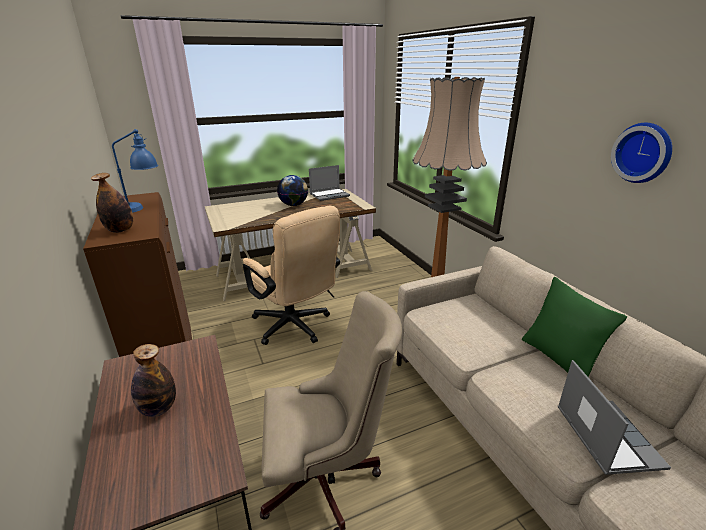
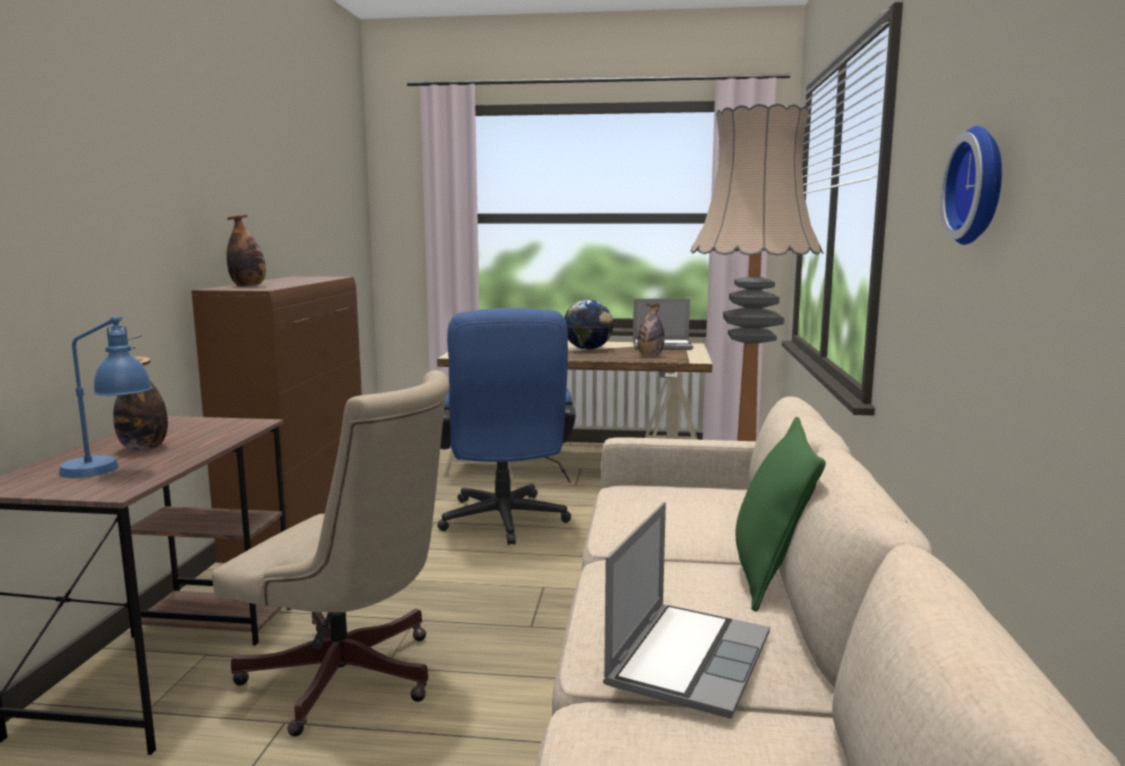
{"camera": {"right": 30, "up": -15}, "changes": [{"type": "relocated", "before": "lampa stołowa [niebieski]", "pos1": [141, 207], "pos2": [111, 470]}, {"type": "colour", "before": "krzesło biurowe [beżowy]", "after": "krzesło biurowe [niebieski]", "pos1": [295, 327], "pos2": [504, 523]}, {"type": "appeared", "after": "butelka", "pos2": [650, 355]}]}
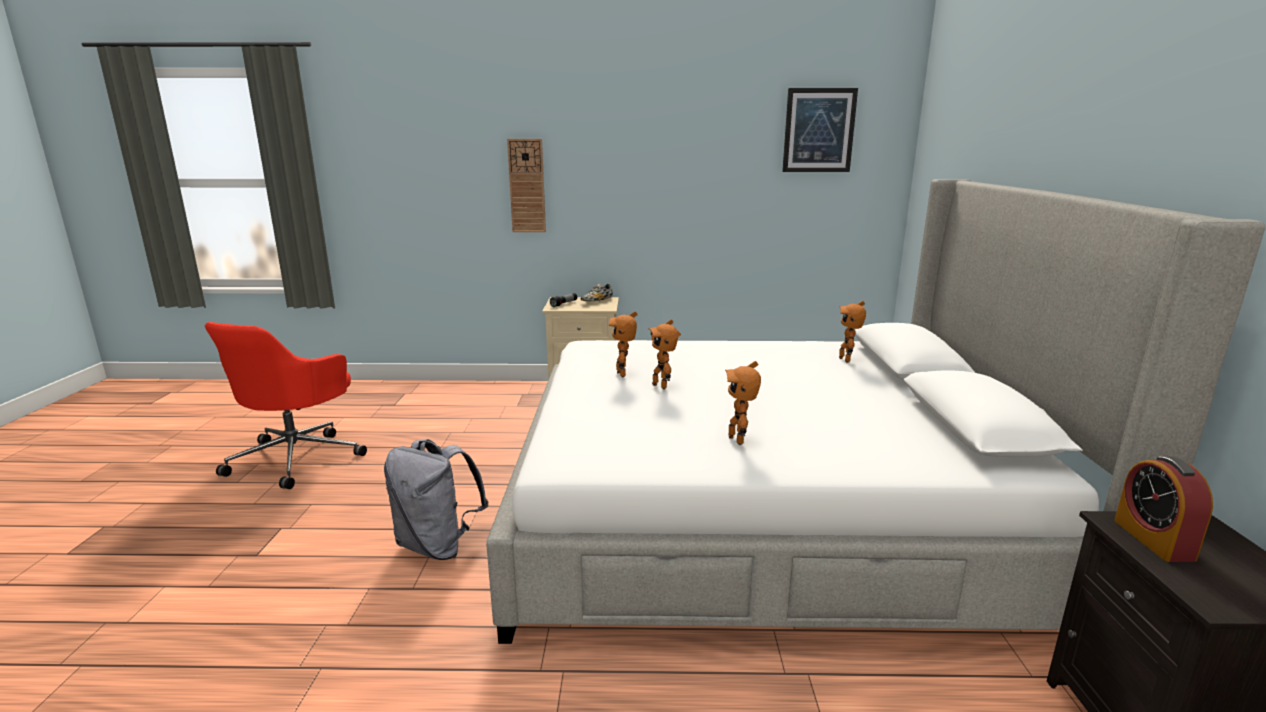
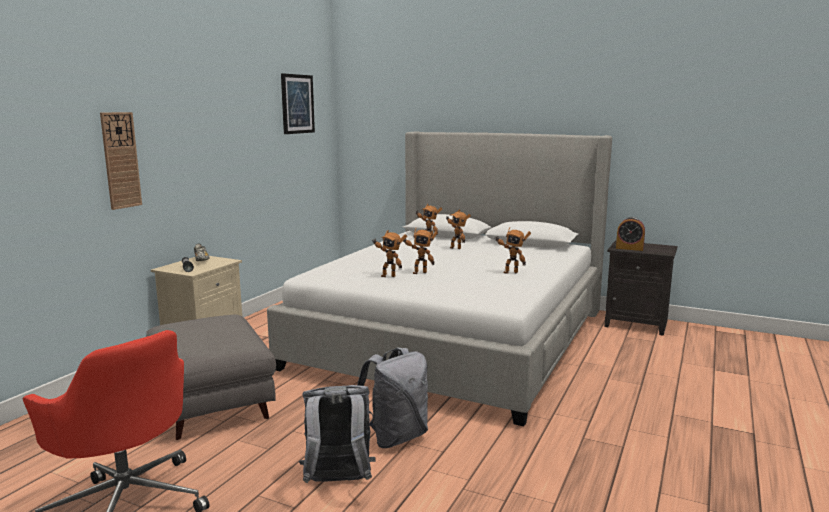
{"camera": {"right": -65, "up": -5}, "changes": [{"type": "appeared", "after": "pufa [szary]", "pos2": [211, 403]}, {"type": "appeared", "after": "plecak [szary]", "pos2": [338, 483]}, {"type": "appeared", "after": "robot zabawkowy", "pos2": [456, 248]}]}
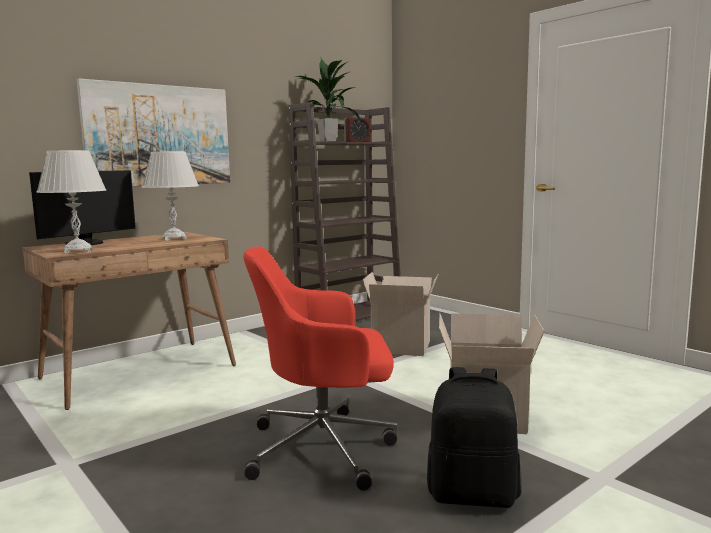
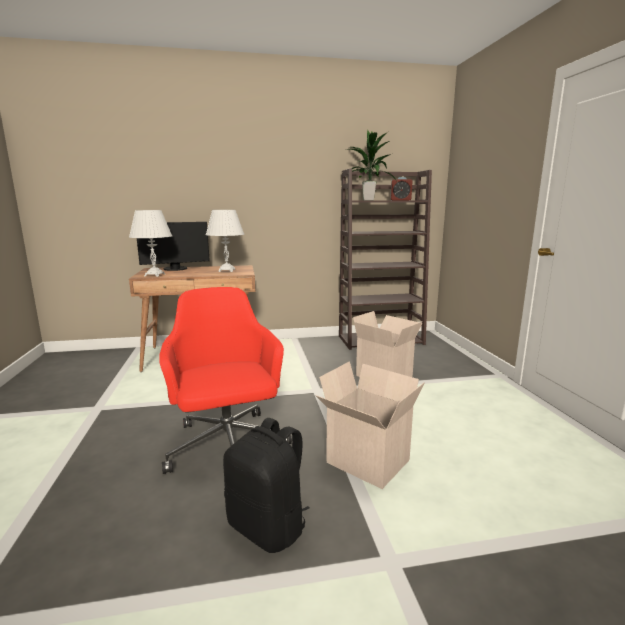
{"camera": {"right": 30, "up": 5}, "changes": [{"type": "spun", "before": "krzesło biurowe [czerwony]", "pos1": [325, 448], "pos2": [227, 446], "turn": 45}, {"type": "missing", "before": "obraz", "pos1": [159, 135]}]}
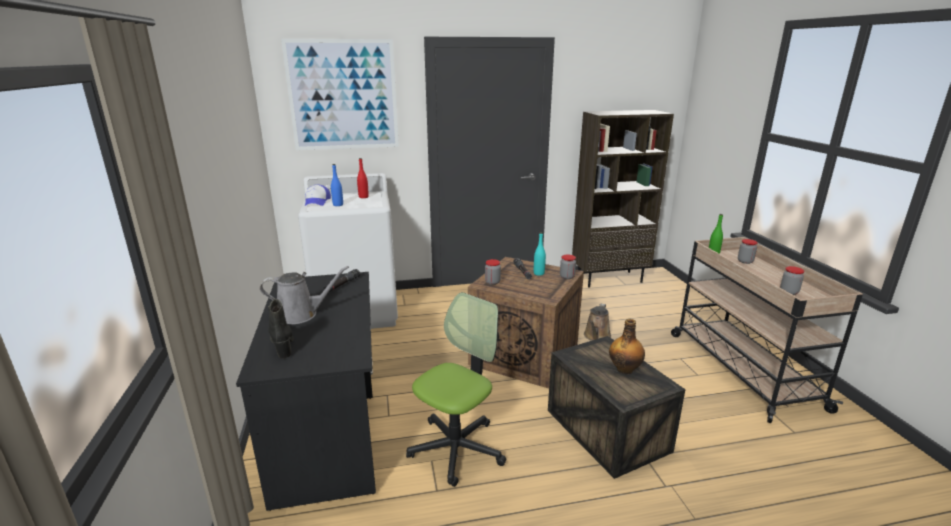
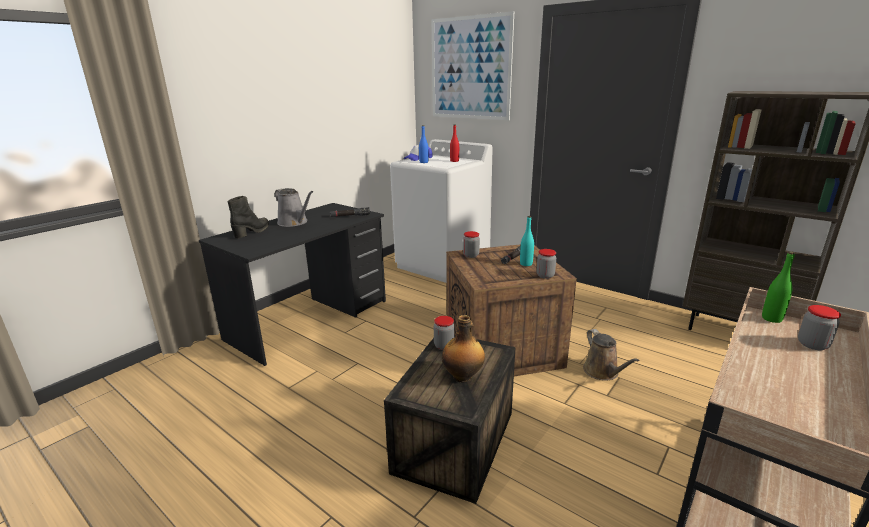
{"camera": {"right": 50, "up": 0}, "changes": [{"type": "relocated", "before": "słoik", "pos1": [789, 292], "pos2": [444, 346]}, {"type": "spun", "before": "konewka [brązowy]", "pos1": [596, 336], "pos2": [603, 372], "turn": -90}, {"type": "missing", "before": "krzesło biurowe", "pos1": [456, 448]}]}
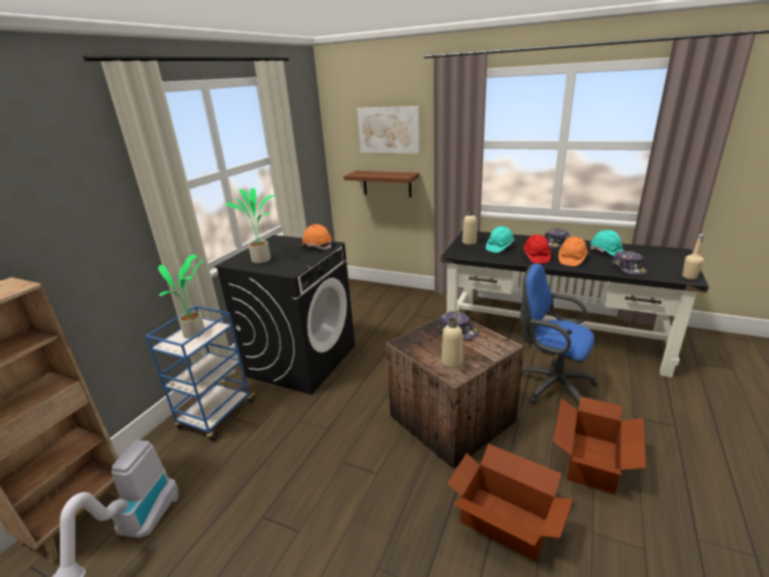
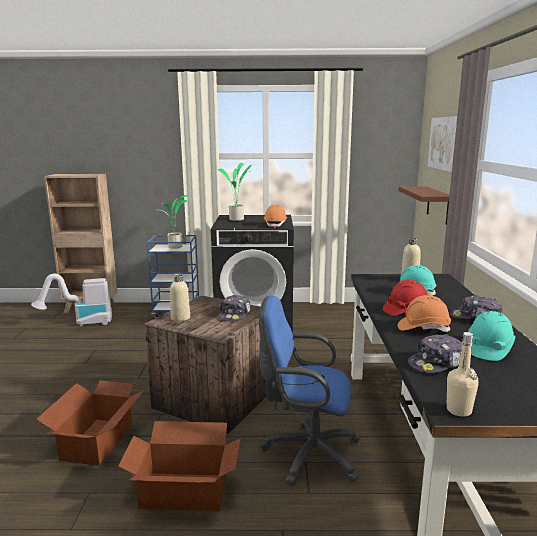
{"camera": {"right": 65, "up": -10}, "changes": [{"type": "spun", "before": "krzesło biurowe [niebieski]", "pos1": [550, 385], "pos2": [307, 454], "turn": -90}]}
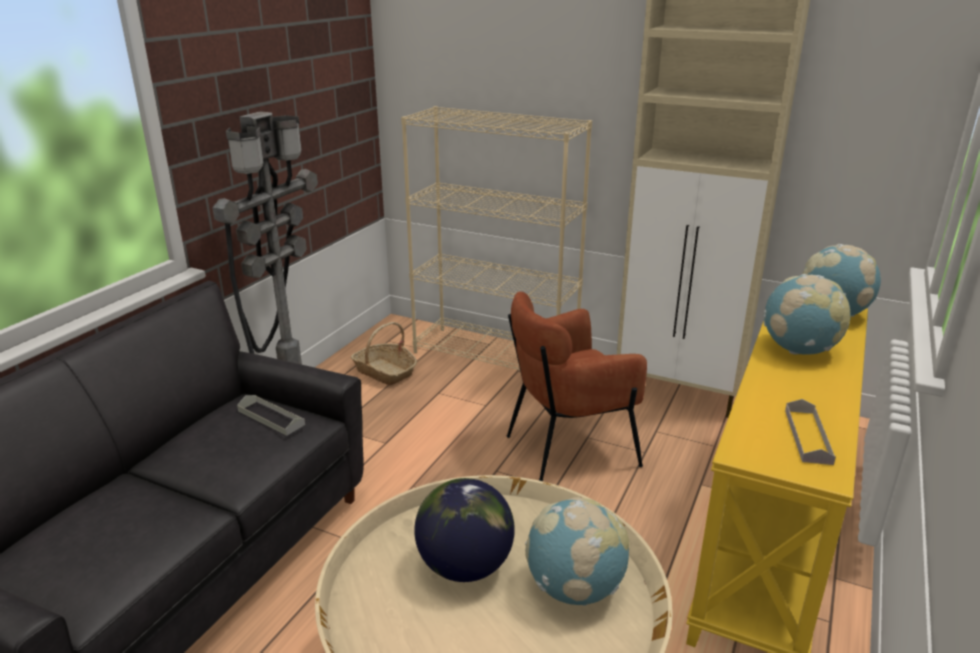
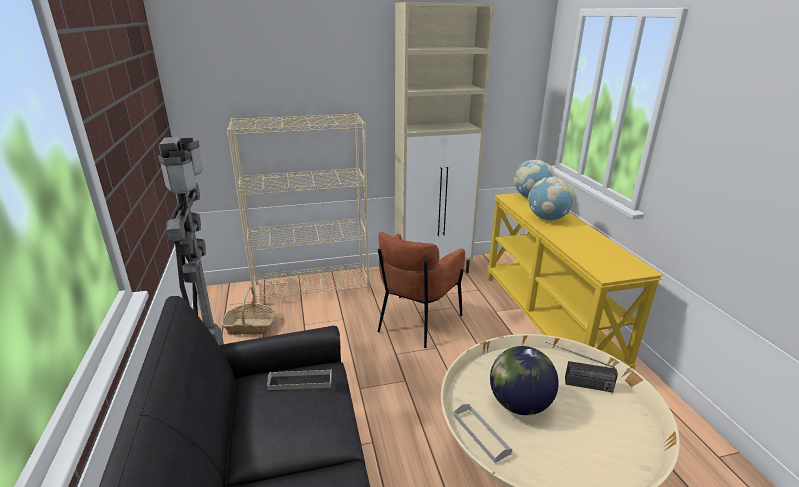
{"camera": {"right": -40, "up": 0}, "changes": [{"type": "relocated", "before": "taca [szary]", "pos1": [808, 436], "pos2": [481, 434]}, {"type": "exchanged", "before": "globus", "after": "radio", "pos1": [575, 589], "pos2": [575, 383]}]}
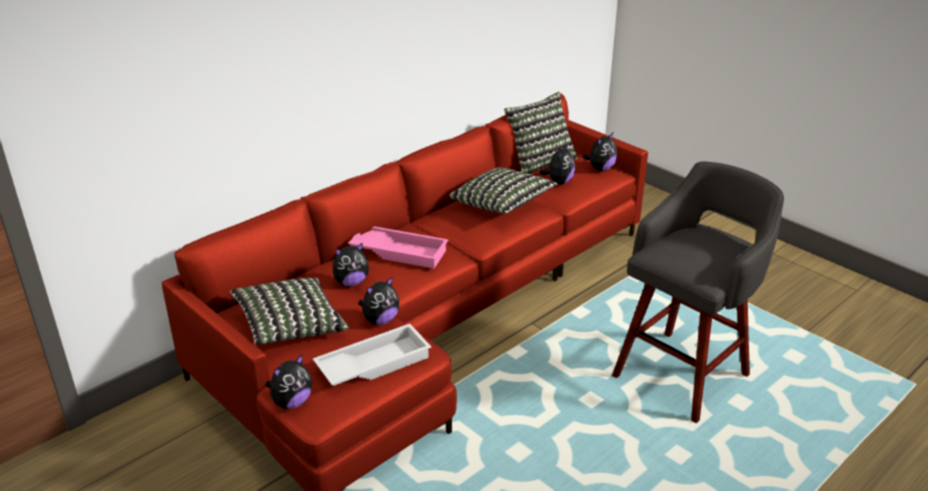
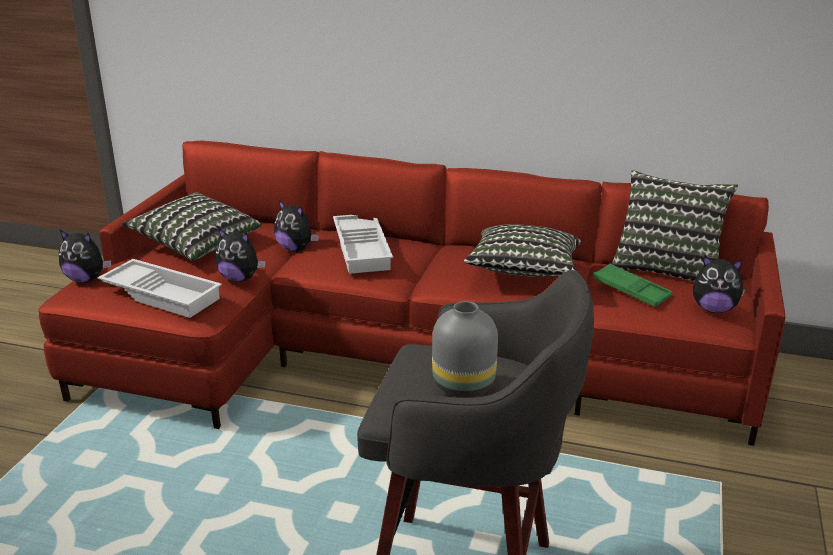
{"camera": {"right": 60, "up": -5}, "changes": [{"type": "colour", "before": "taca [różowy]", "after": "taca [biały]", "pos1": [400, 251], "pos2": [363, 249]}, {"type": "appeared", "after": "wazon [szary]", "pos2": [462, 386]}, {"type": "exchanged", "before": "pluszak", "after": "taca [zielony]", "pos1": [559, 182], "pos2": [631, 290]}]}
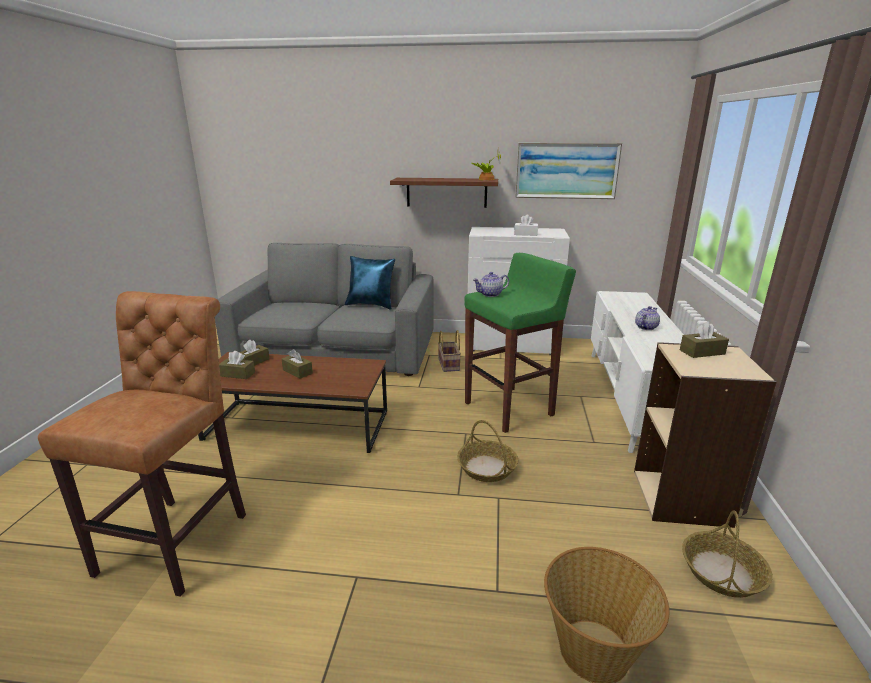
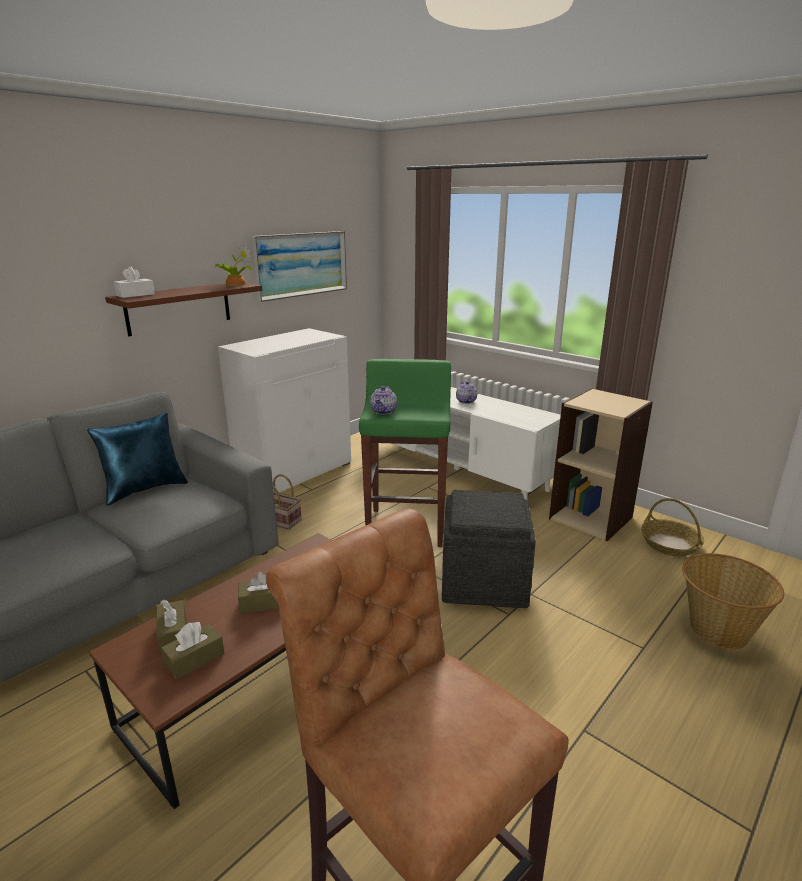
{"camera": {"right": -55, "up": 0}, "changes": [{"type": "relocated", "before": "pudełko chusteczek [biały]", "pos1": [525, 234], "pos2": [135, 295]}, {"type": "exchanged", "before": "koszyk", "after": "pufa [szary]", "pos1": [487, 468], "pos2": [484, 580]}, {"type": "missing", "before": "pudełko chusteczek [brązowy]", "pos1": [702, 352]}]}
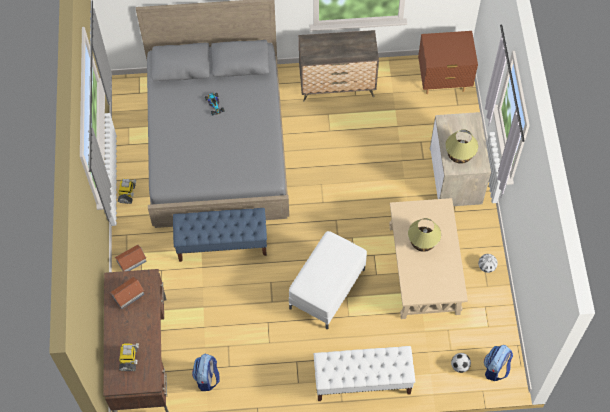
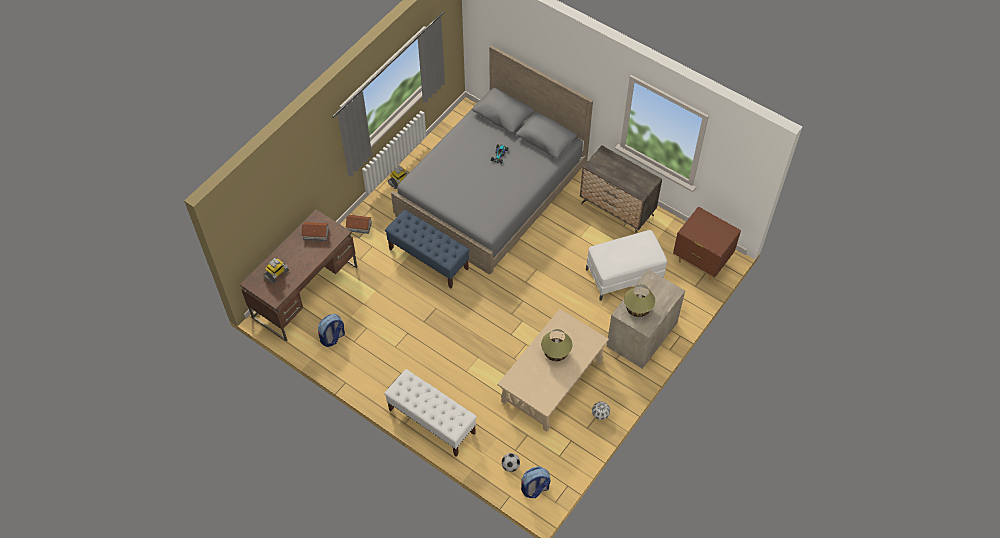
{"camera": {"right": 40, "up": -5}, "changes": [{"type": "relocated", "before": "pufa [biały]", "pos1": [327, 289], "pos2": [623, 276]}]}
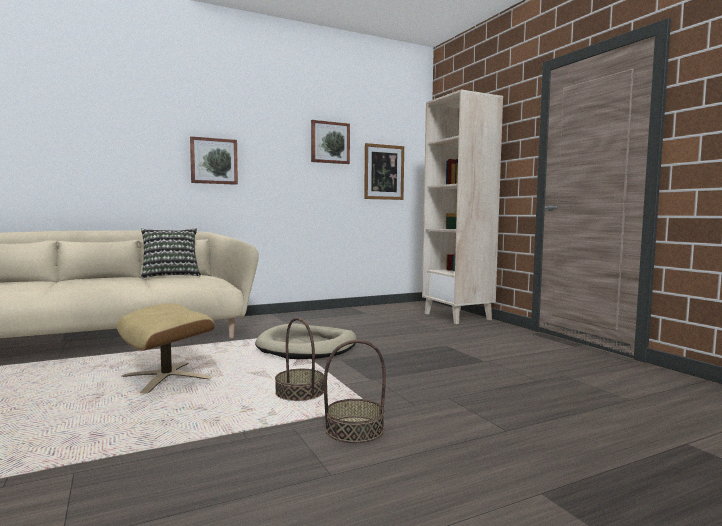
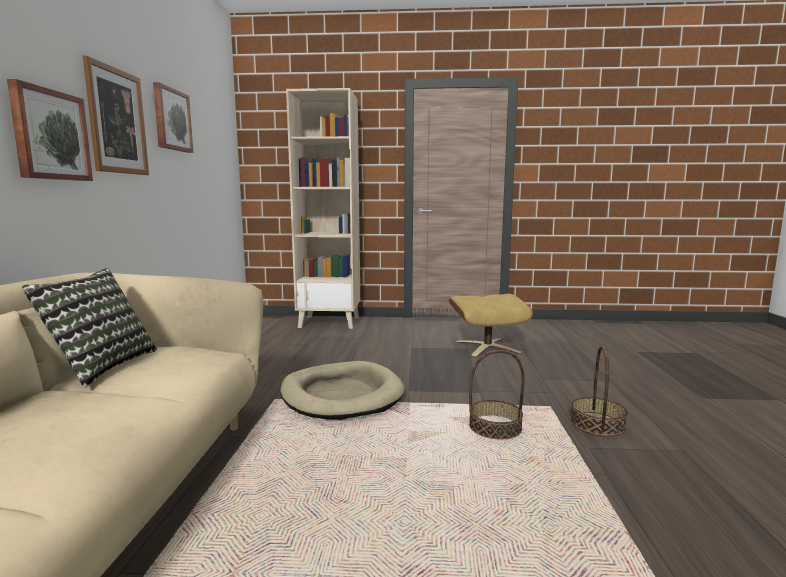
{"camera": {"right": -60, "up": 5}, "changes": [{"type": "relocated", "before": "obraz", "pos1": [384, 172], "pos2": [117, 121]}, {"type": "relocated", "before": "pufa [beżowy]", "pos1": [167, 377], "pos2": [487, 347]}]}
